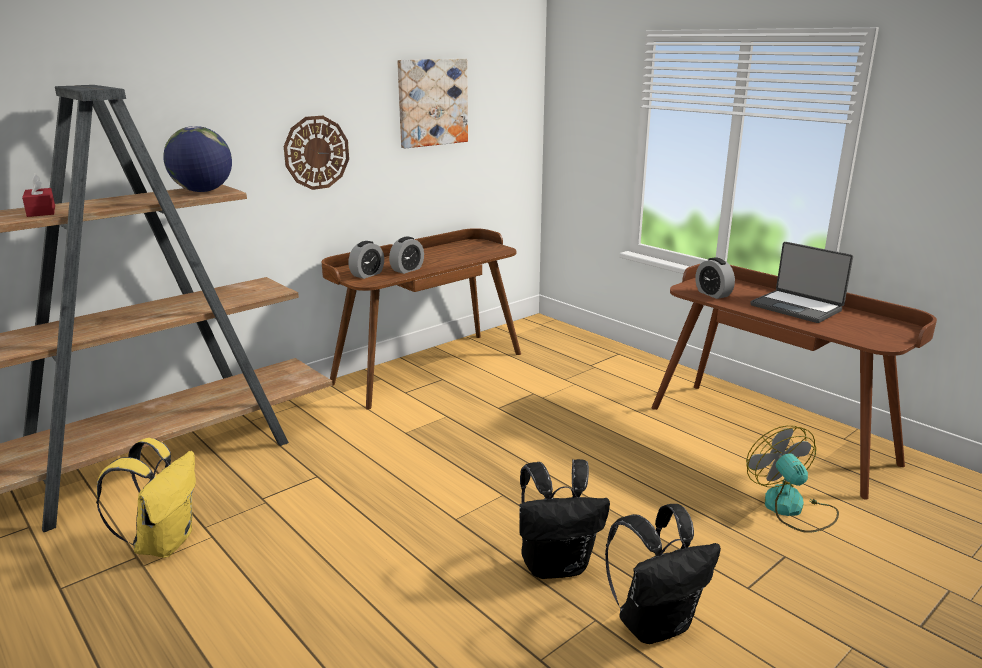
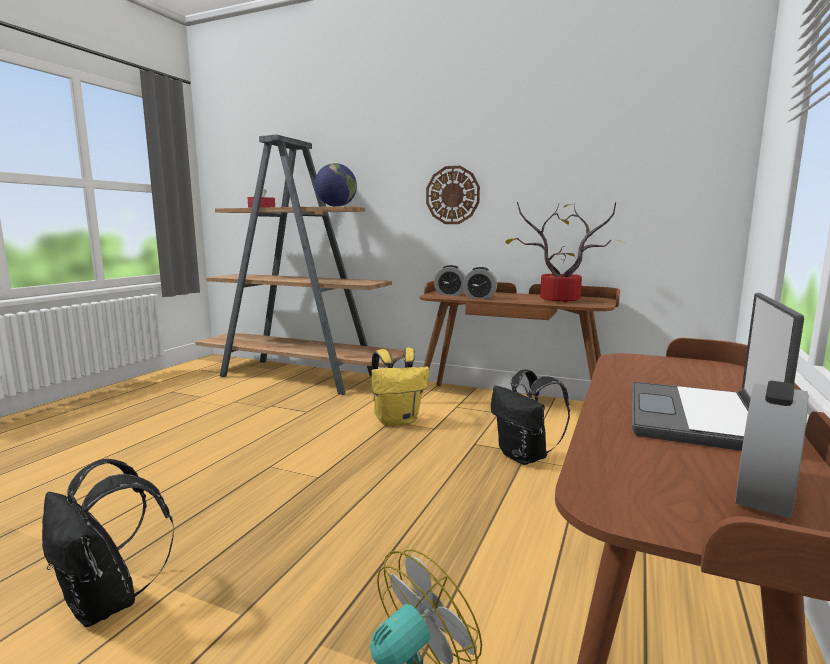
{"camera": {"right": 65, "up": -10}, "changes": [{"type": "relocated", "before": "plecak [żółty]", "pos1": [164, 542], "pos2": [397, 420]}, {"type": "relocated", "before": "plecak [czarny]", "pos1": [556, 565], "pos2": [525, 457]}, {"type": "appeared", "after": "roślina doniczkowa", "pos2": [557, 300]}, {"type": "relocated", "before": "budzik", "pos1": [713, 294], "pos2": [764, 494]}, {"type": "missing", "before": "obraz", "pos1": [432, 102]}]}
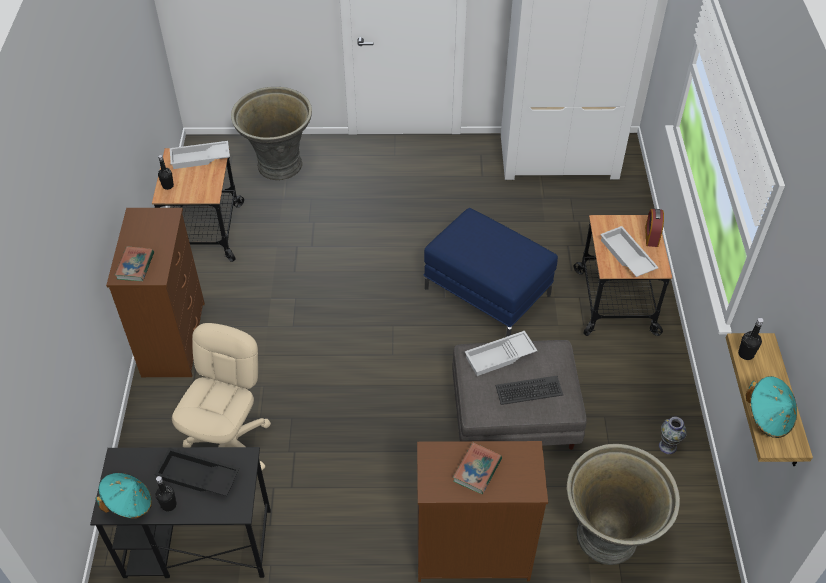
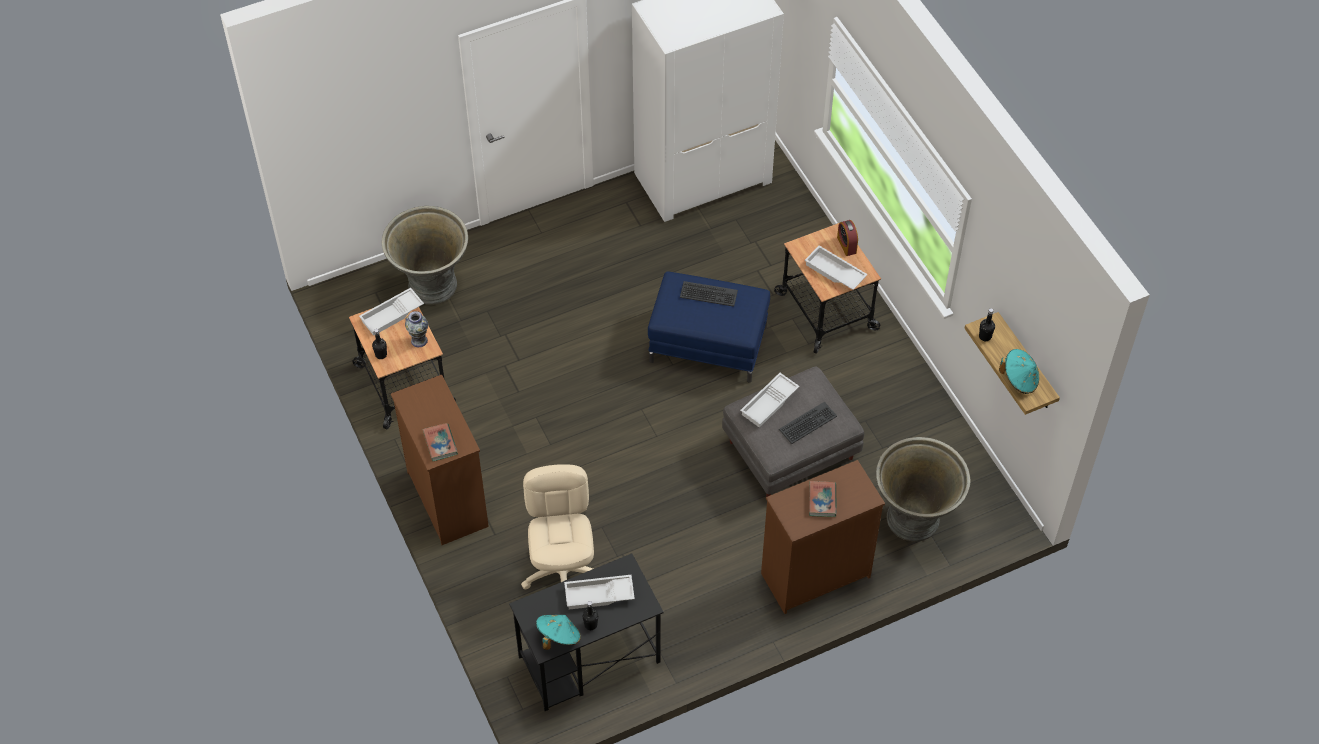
{"camera": {"right": -25, "up": 5}, "changes": [{"type": "relocated", "before": "wazon", "pos1": [667, 446], "pos2": [419, 340]}, {"type": "colour", "before": "taca [czarny]", "after": "taca [biały]", "pos1": [197, 477], "pos2": [598, 596]}, {"type": "appeared", "after": "klawiatura", "pos2": [708, 294]}]}
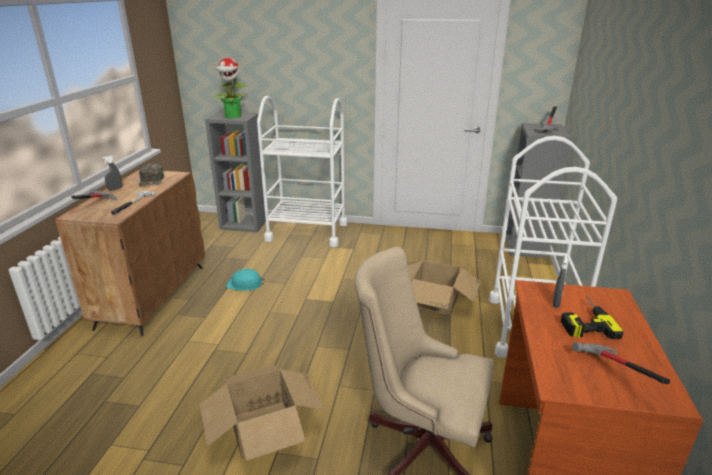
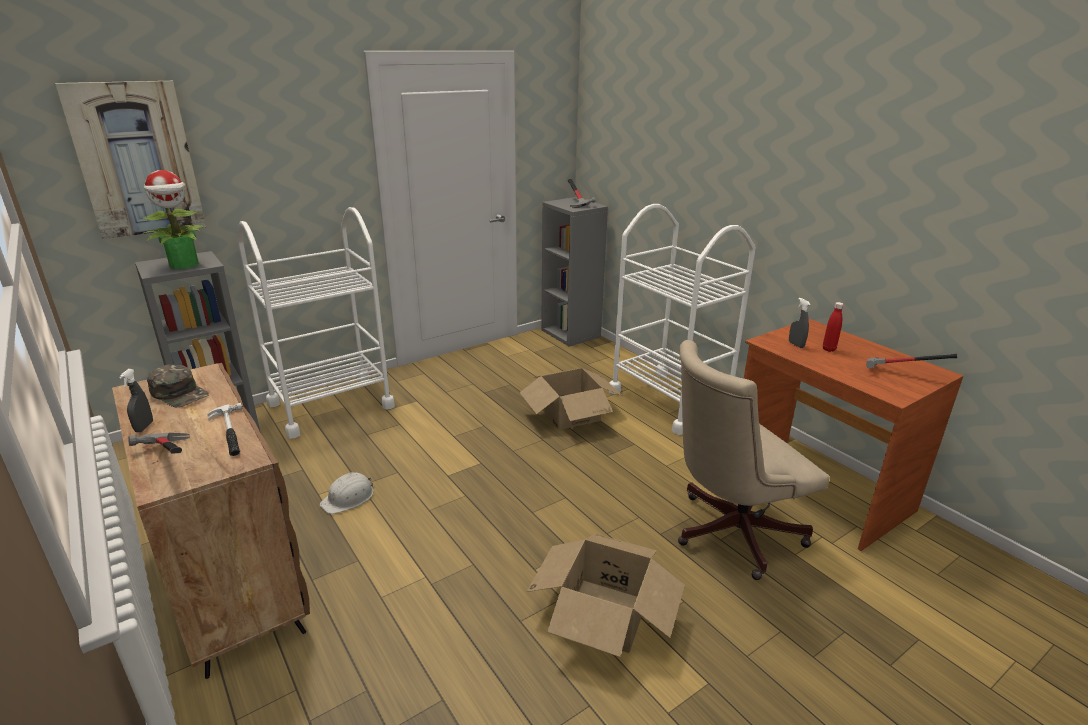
{"camera": {"right": -45, "up": 0}, "changes": [{"type": "appeared", "after": "obraz", "pos2": [136, 160]}, {"type": "colour", "before": "kask [turkusowy]", "after": "kask [biały]", "pos1": [245, 284], "pos2": [348, 498]}, {"type": "exchanged", "before": "wiertarka", "after": "butelka [czerwony]", "pos1": [583, 321], "pos2": [828, 349]}]}
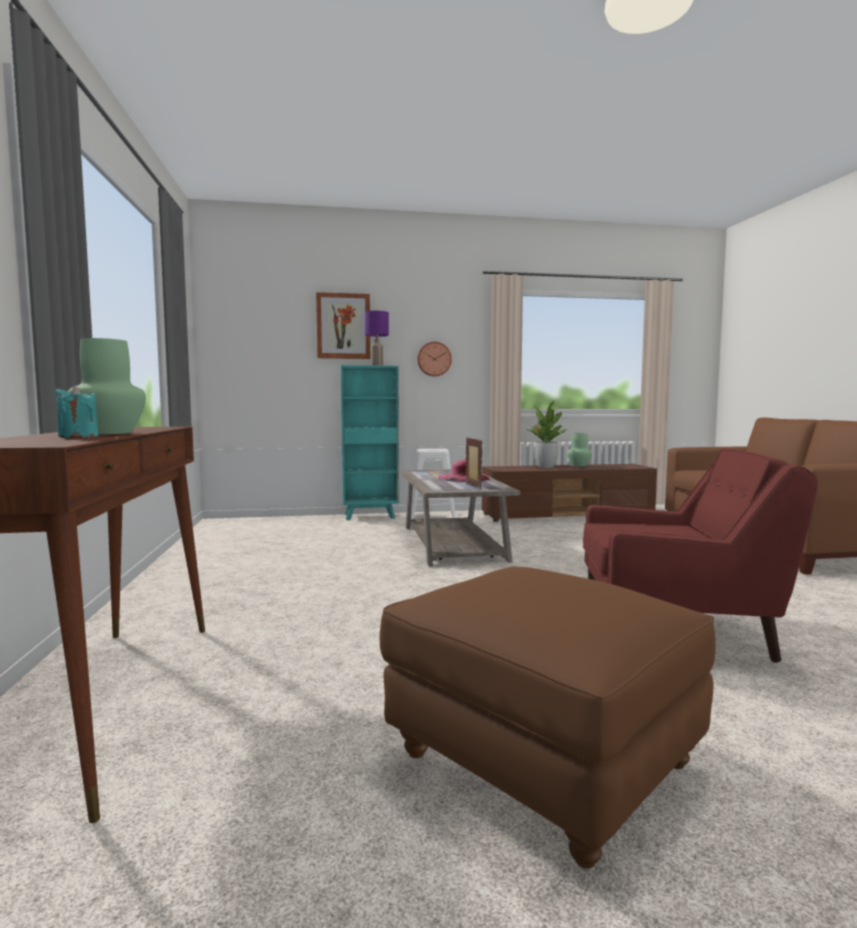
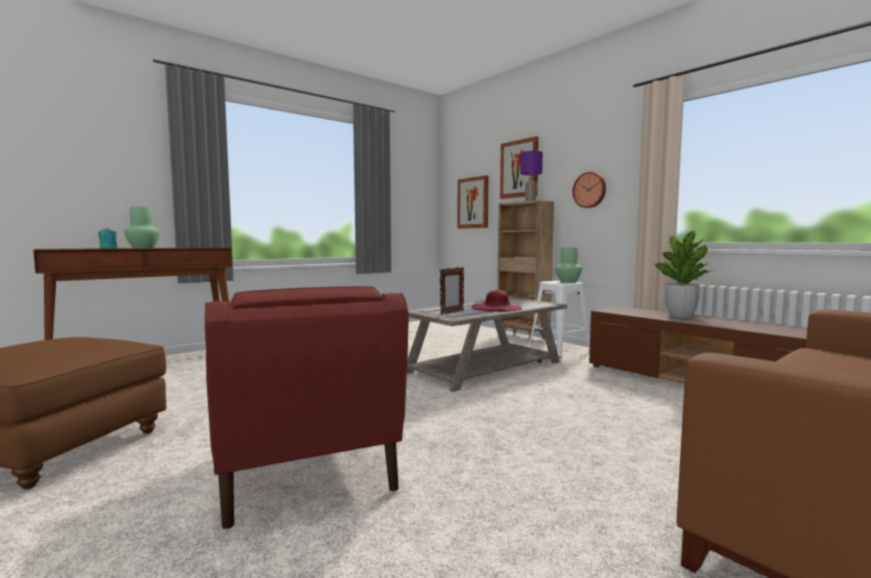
{"camera": {"right": 60, "up": 0}, "changes": [{"type": "appeared", "after": "obraz", "pos2": [473, 203]}, {"type": "colour", "before": "regał [turkusowy]", "after": "regał [brązowy]", "pos1": [371, 516], "pos2": [523, 337]}, {"type": "relocated", "before": "wazon [zielony]", "pos1": [579, 465], "pos2": [567, 282]}]}
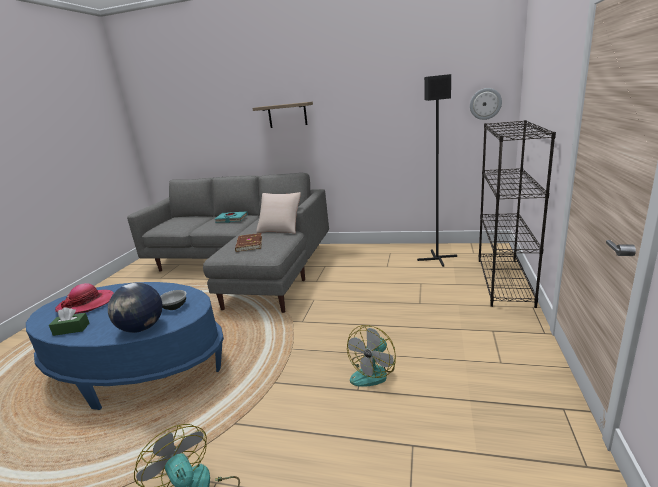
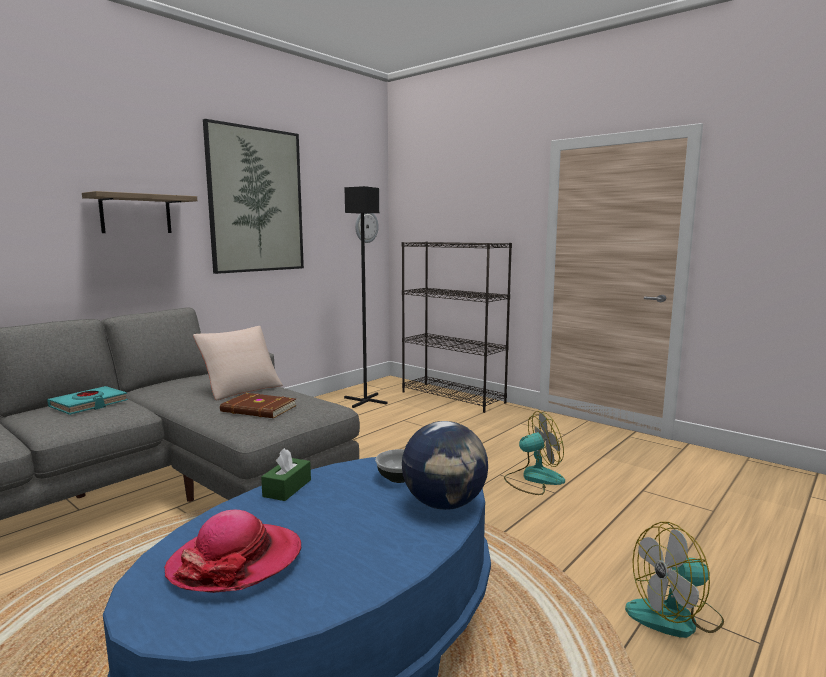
{"camera": {"right": -65, "up": -10}, "changes": [{"type": "appeared", "after": "obraz", "pos2": [256, 200]}, {"type": "relocated", "before": "pudełko chusteczek [zielony]", "pos1": [71, 329], "pos2": [287, 488]}, {"type": "spun", "before": "wentylator", "pos1": [373, 372], "pos2": [533, 479], "turn": -75}]}
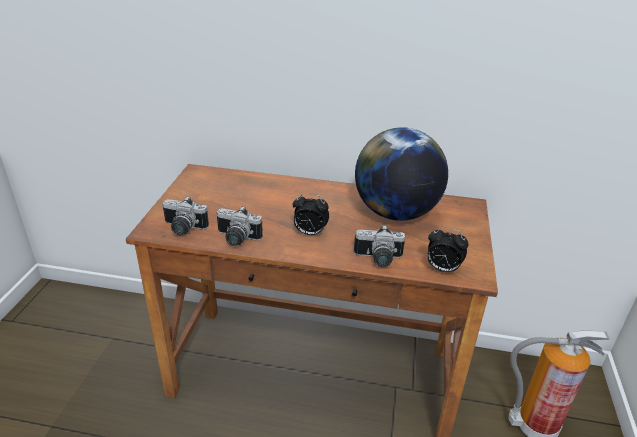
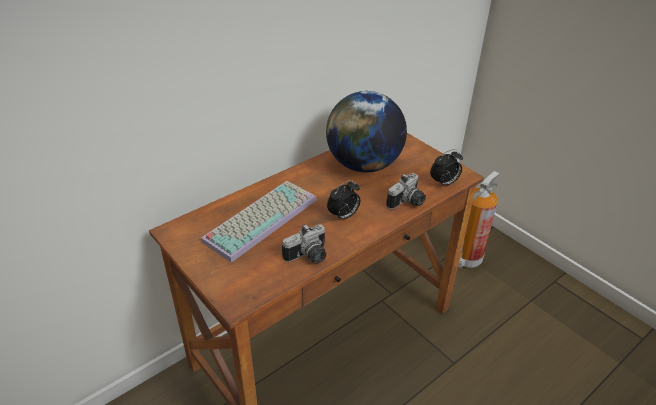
{"camera": {"right": -50, "up": 5}, "changes": [{"type": "appeared", "after": "klawiatura", "pos2": [260, 218]}, {"type": "missing", "before": "aparat fotograficzny", "pos1": [183, 229]}]}
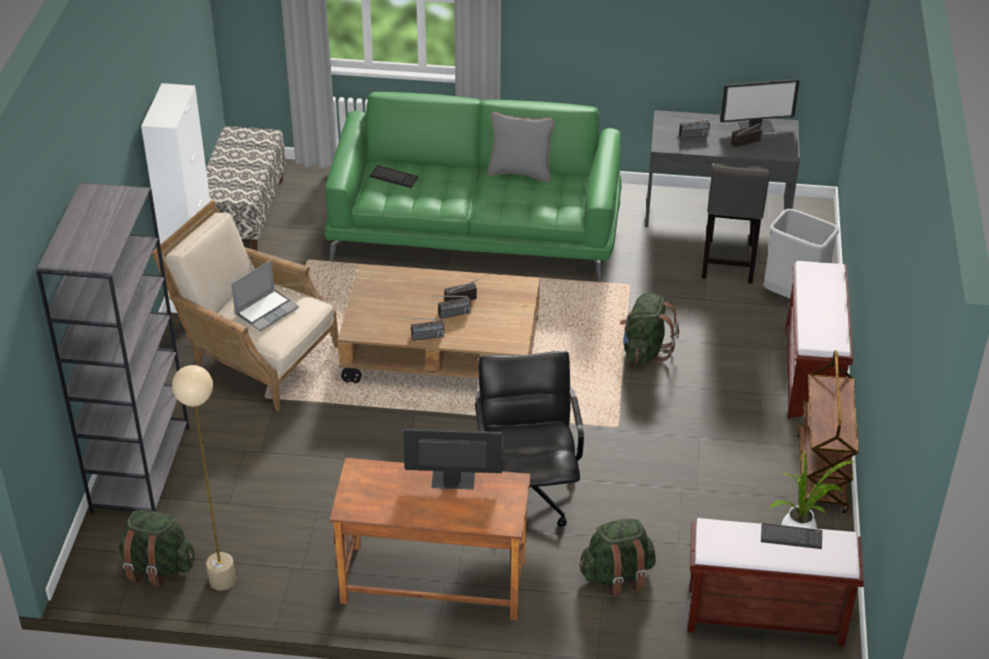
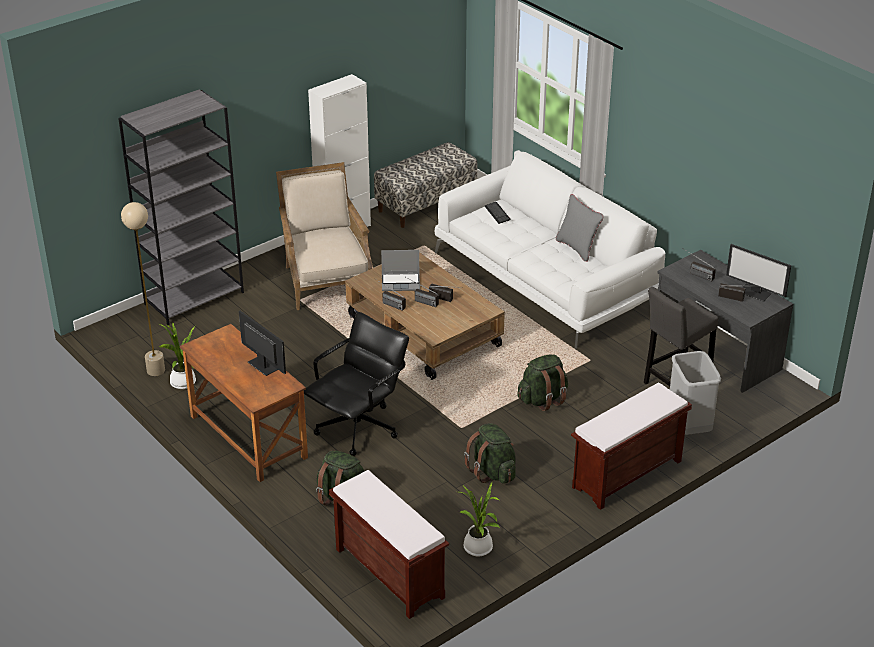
{"camera": {"right": 45, "up": -5}, "changes": [{"type": "appeared", "after": "roślina doniczkowa", "pos2": [182, 384]}, {"type": "relocated", "before": "laptop", "pos1": [266, 311], "pos2": [401, 282]}, {"type": "colour", "before": "kanapa [zielony]", "after": "kanapa [biały]", "pos1": [476, 227], "pos2": [545, 279]}, {"type": "relocated", "before": "plecak [zielony]", "pos1": [158, 567], "pos2": [492, 472]}, {"type": "missing", "before": "klawiatura", "pos1": [791, 537]}, {"type": "missing", "before": "wózek [brązowy]", "pos1": [821, 474]}]}
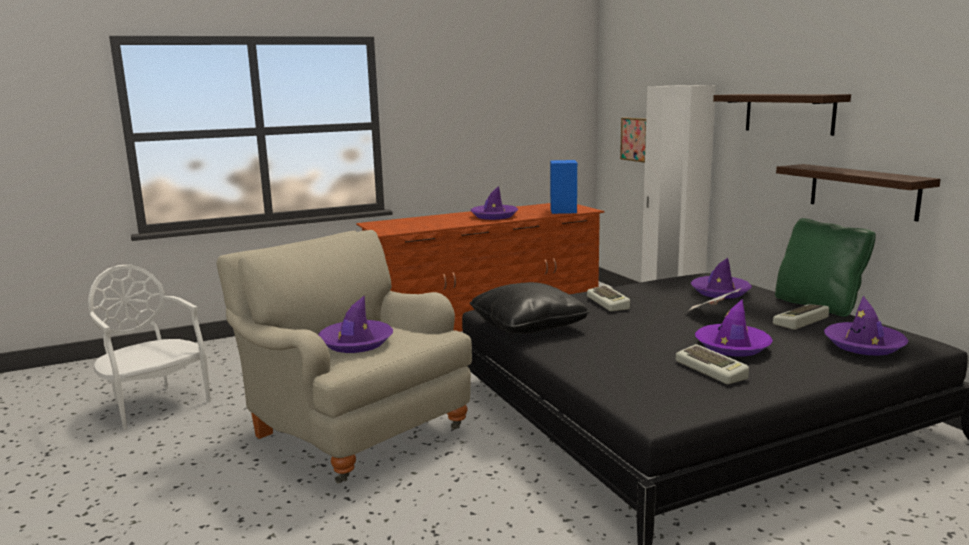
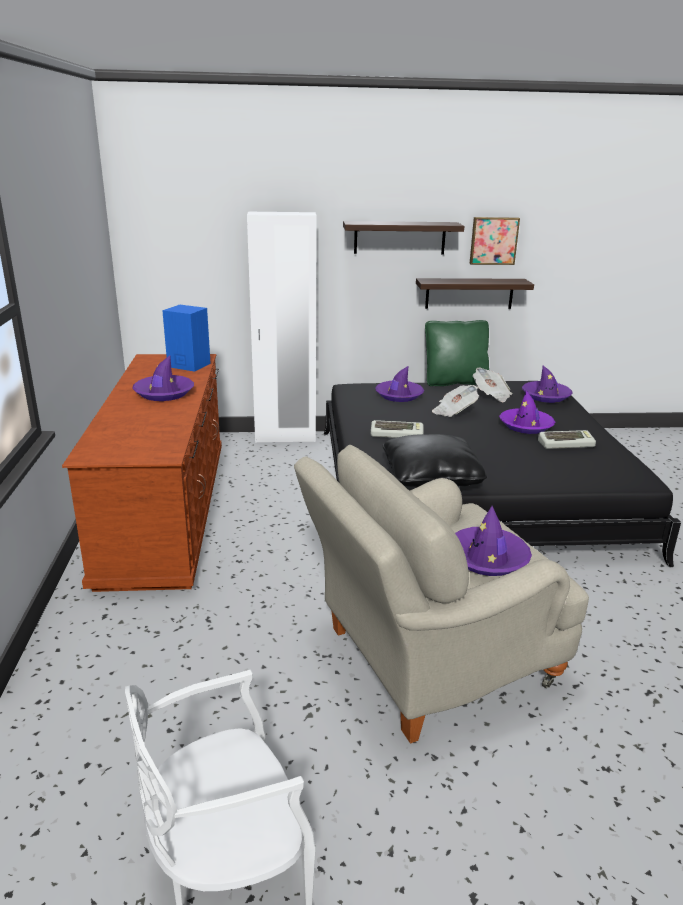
{"camera": {"right": -70, "up": 10}, "changes": [{"type": "relocated", "before": "obraz", "pos1": [637, 139], "pos2": [493, 240]}, {"type": "exchanged", "before": "klawiatura", "after": "gazeta", "pos1": [801, 321], "pos2": [491, 395]}]}
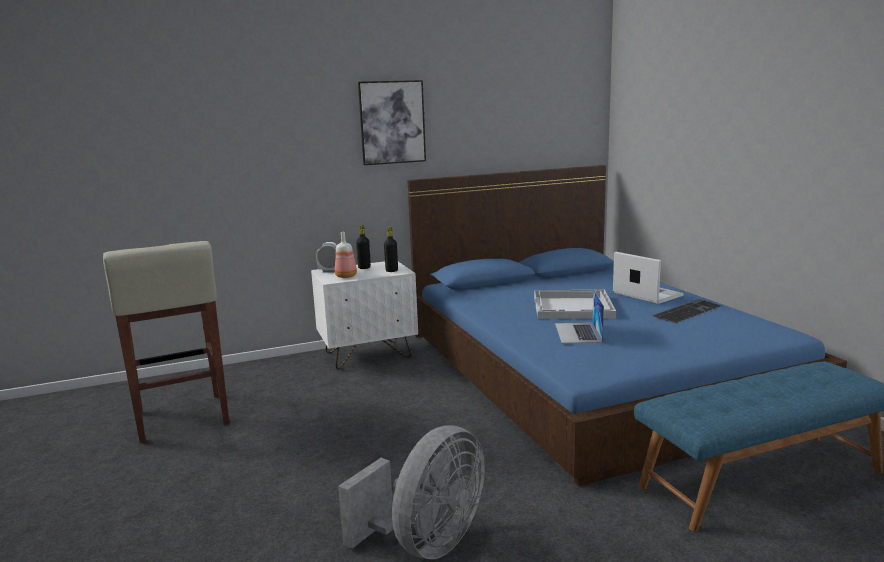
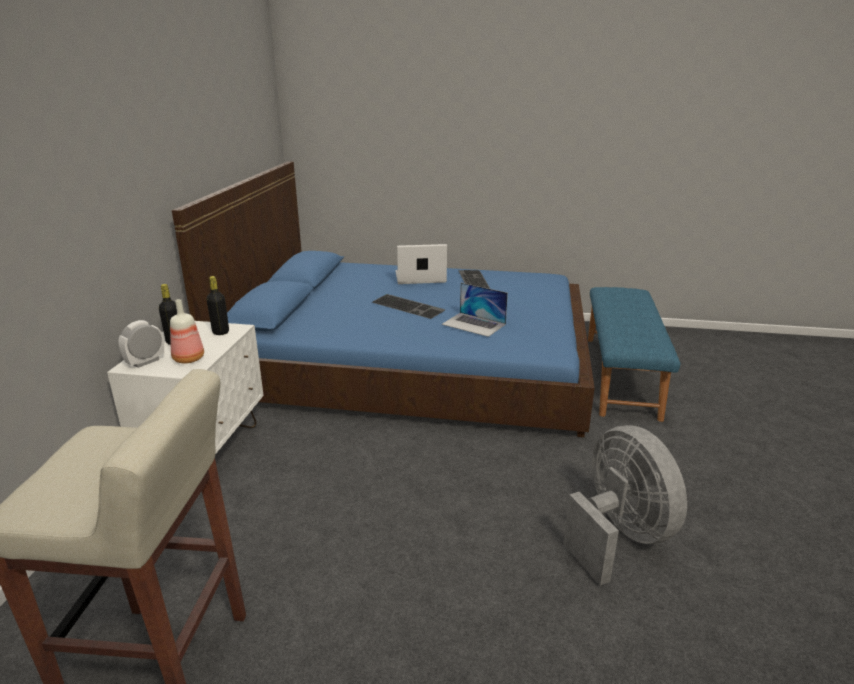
{"camera": {"right": -60, "up": 10}, "changes": [{"type": "exchanged", "before": "taca [biały]", "after": "klawiatura", "pos1": [573, 307], "pos2": [409, 306]}, {"type": "missing", "before": "obraz", "pos1": [392, 122]}]}
